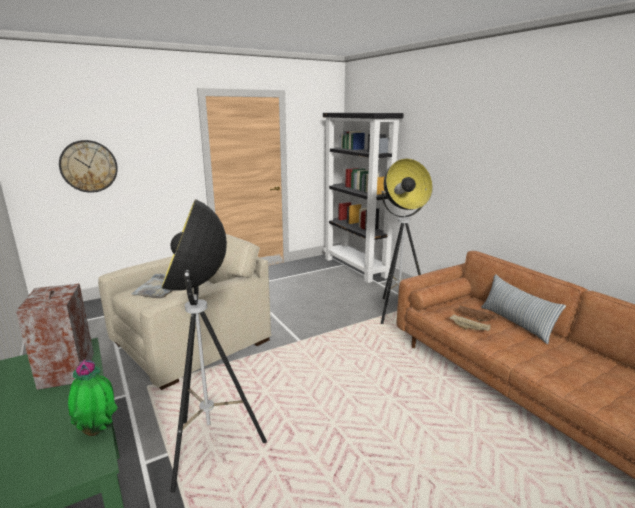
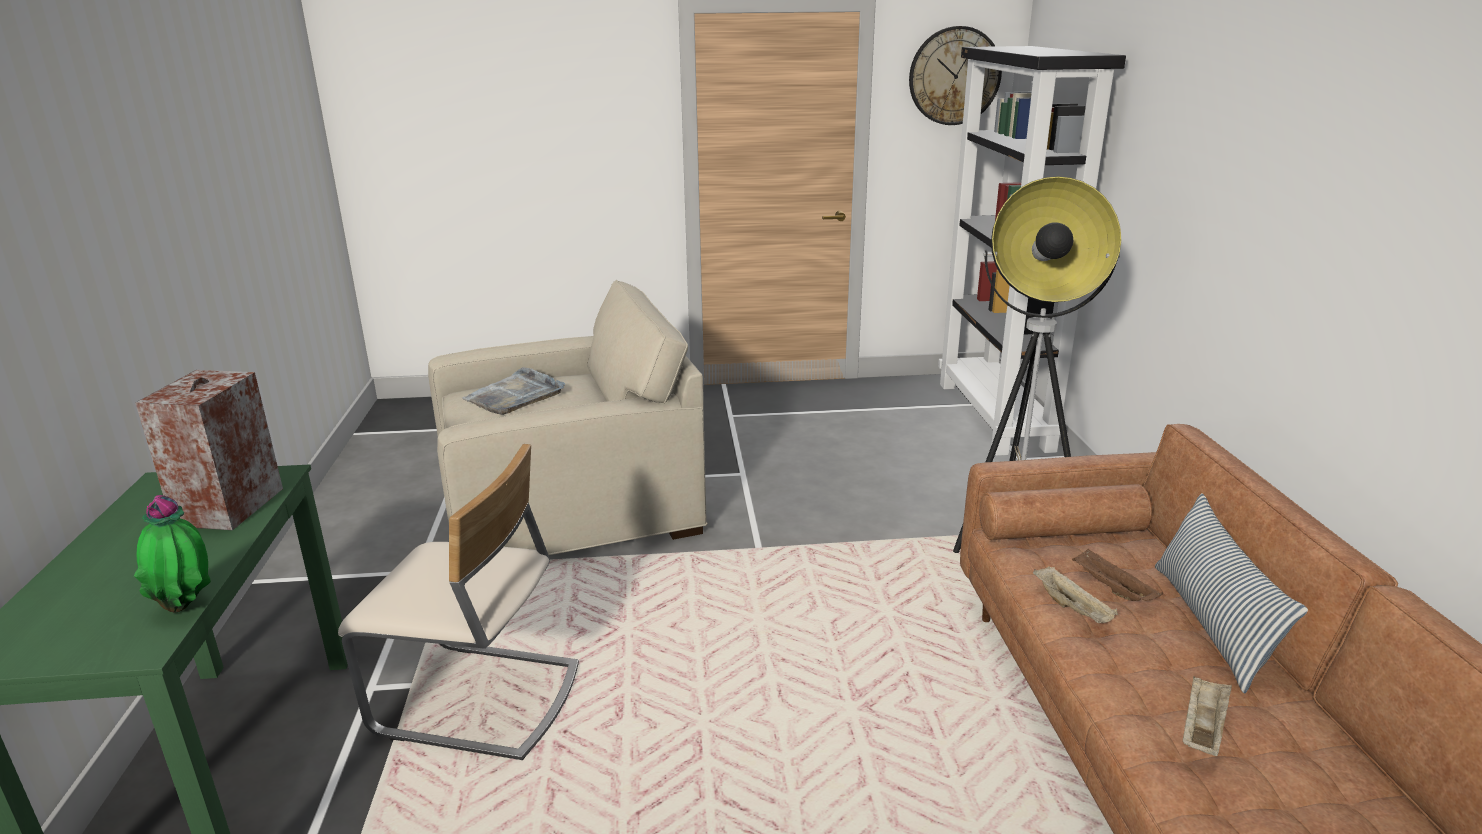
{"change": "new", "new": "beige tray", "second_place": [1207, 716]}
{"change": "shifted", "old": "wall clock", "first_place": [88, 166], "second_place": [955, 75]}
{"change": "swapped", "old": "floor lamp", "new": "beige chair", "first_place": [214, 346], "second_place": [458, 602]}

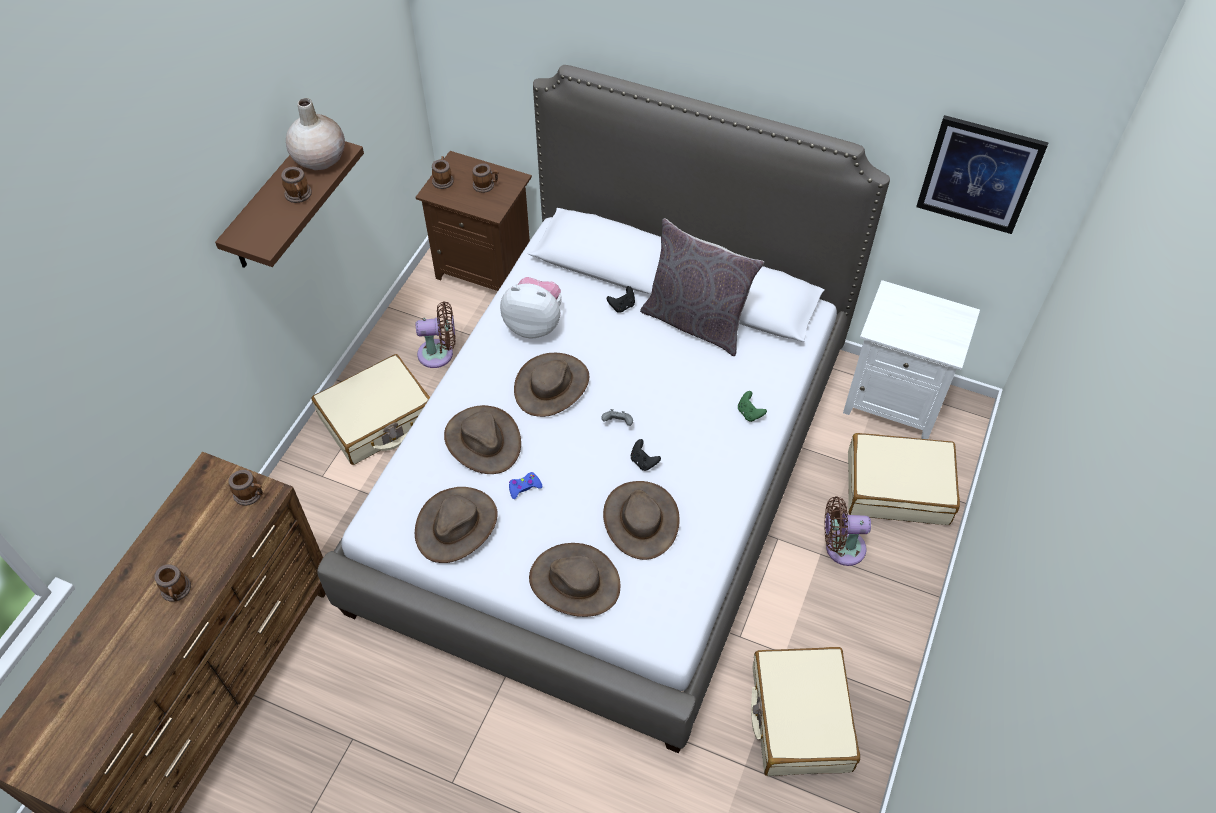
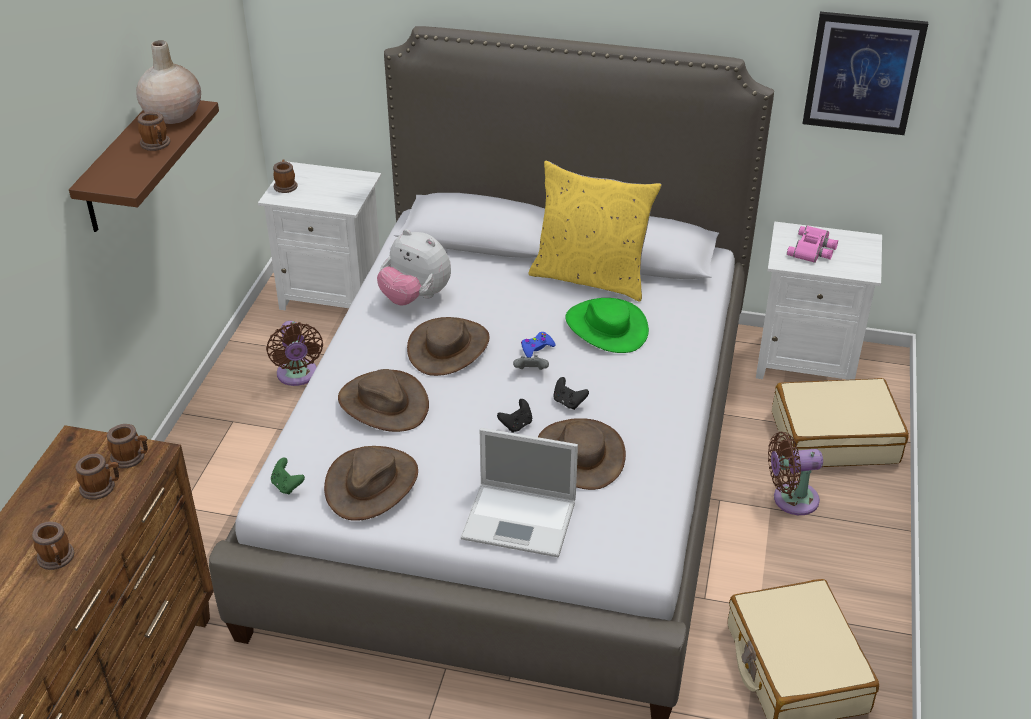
{"change": "gone", "old": "beige suitcase", "first_place": [370, 409]}
{"change": "new", "new": "green hat", "second_place": [607, 325]}
{"change": "new", "new": "pink binoculars", "second_place": [812, 244]}
{"change": "shifted", "old": "mug", "first_place": [485, 178], "second_place": [97, 477]}
{"change": "shifted", "old": "blue game controller", "first_place": [525, 485], "second_place": [538, 345]}
{"change": "shifted", "old": "black game controller", "first_place": [621, 299], "second_place": [514, 416]}
{"change": "shifted", "old": "green game controller", "first_place": [752, 406], "second_place": [288, 476]}
{"change": "swapped", "old": "brown hat", "new": "laptop", "first_place": [574, 580], "second_place": [519, 492]}
{"change": "repainted", "old": "brown nightstand", "new": "white nightstand", "first_place": [474, 221], "second_place": [319, 236]}
{"change": "repainted", "old": "grey pillow", "new": "yellow pillow", "first_place": [702, 287], "second_place": [595, 231]}
{"change": "rotated", "old": "brown fan", "first_place": [435, 334], "second_place": [294, 353], "degrees": 90}
{"change": "rotated", "old": "plush toy", "first_place": [531, 307], "second_place": [414, 267], "degrees": -150}

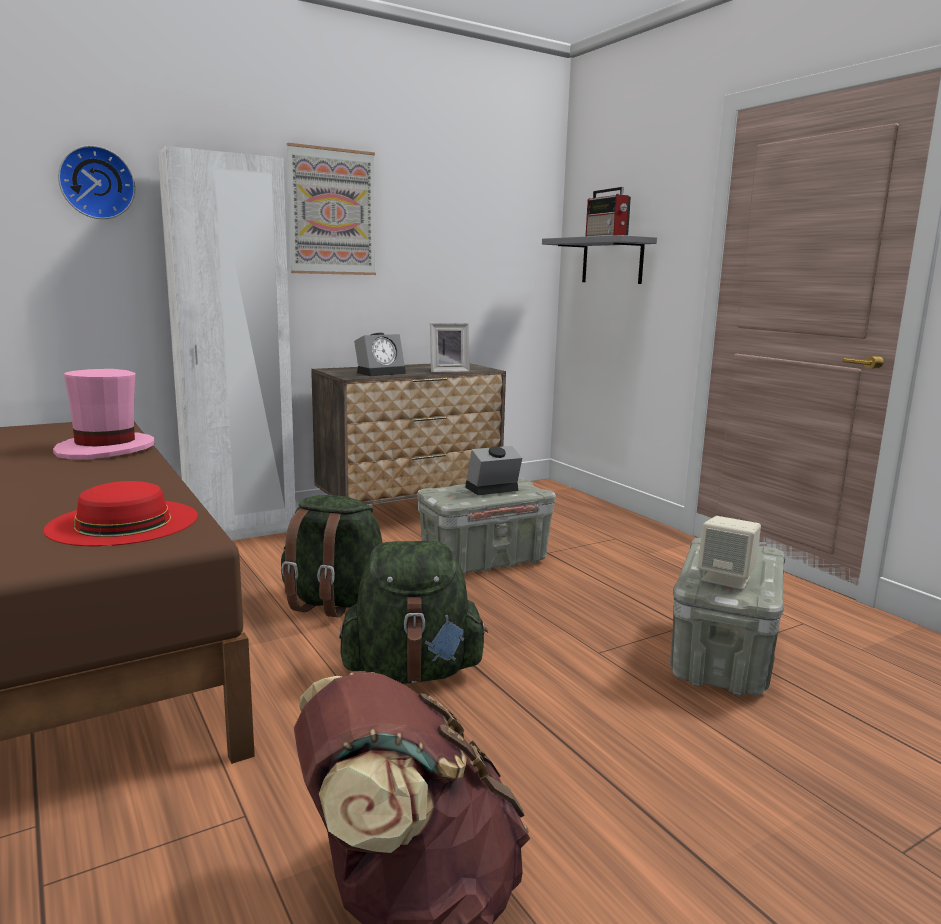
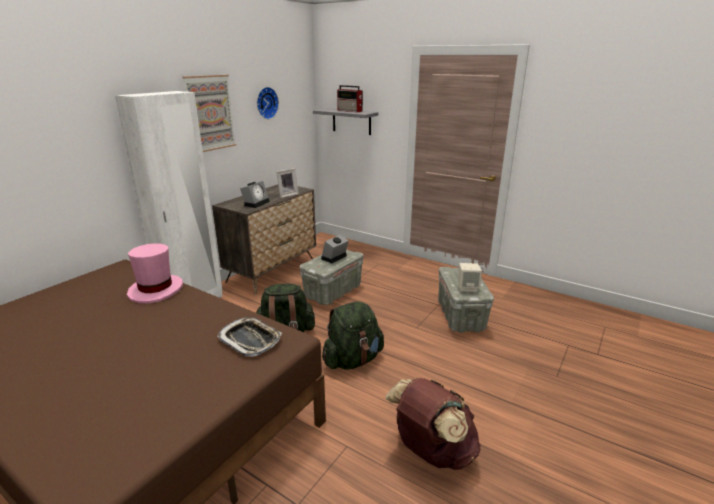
{"change": "shifted", "old": "wall clock", "first_place": [96, 182], "second_place": [268, 103]}
{"change": "swapped", "old": "red hat", "new": "tray", "first_place": [121, 513], "second_place": [249, 337]}

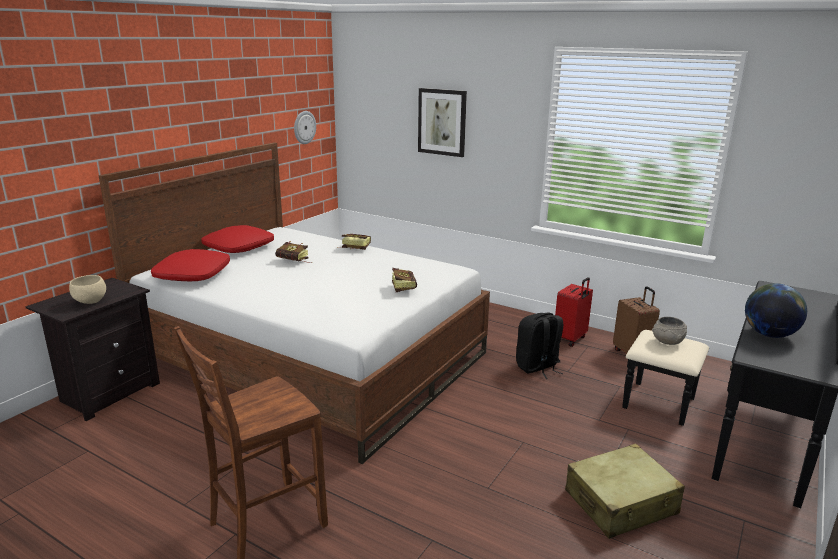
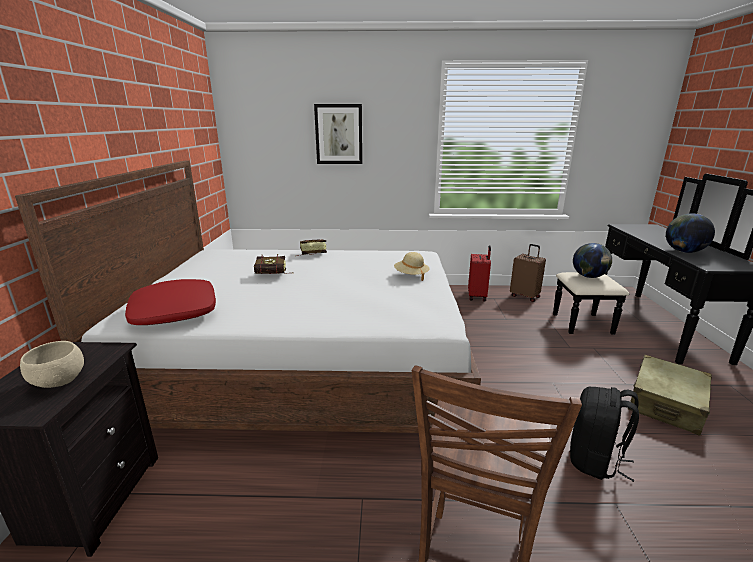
{"change": "gone", "old": "red pillow", "first_place": [237, 239]}
{"change": "gone", "old": "wall clock", "first_place": [305, 127]}
{"change": "shifted", "old": "black backpack", "first_place": [539, 346], "second_place": [604, 434]}
{"change": "swapped", "old": "book", "new": "beige hat", "first_place": [404, 280], "second_place": [412, 266]}
{"change": "swapped", "old": "grey bowl", "new": "globe", "first_place": [669, 331], "second_place": [592, 260]}

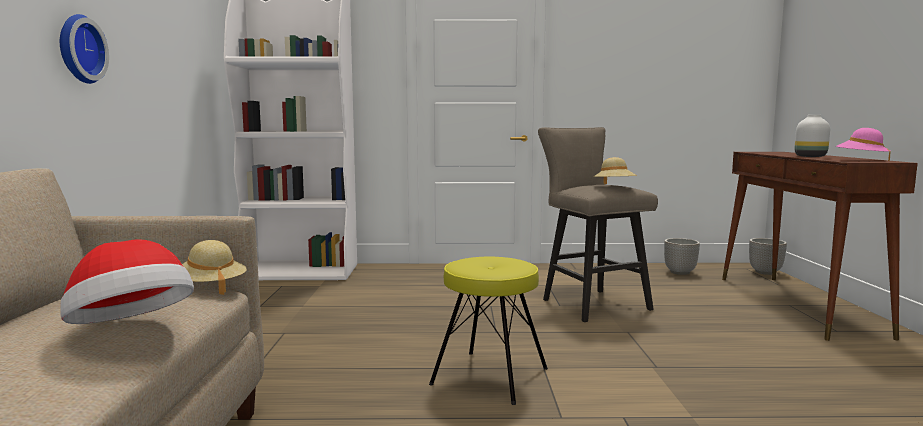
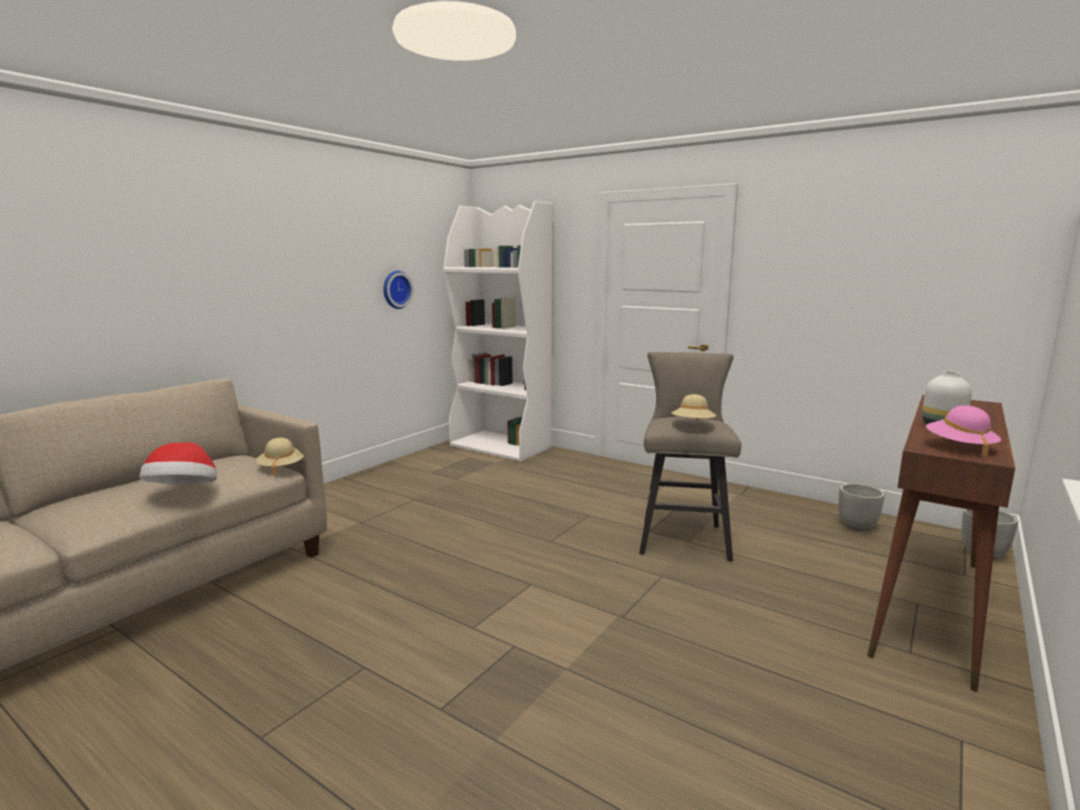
{"change": "gone", "old": "yellow stool", "first_place": [488, 331]}
{"change": "shifted", "old": "wall clock", "first_place": [84, 49], "second_place": [398, 290]}

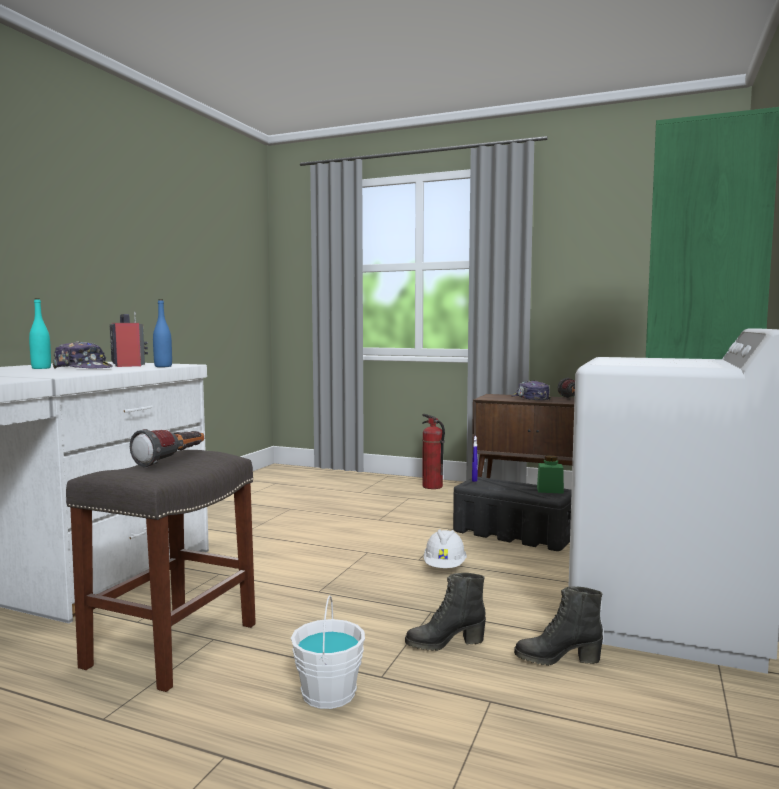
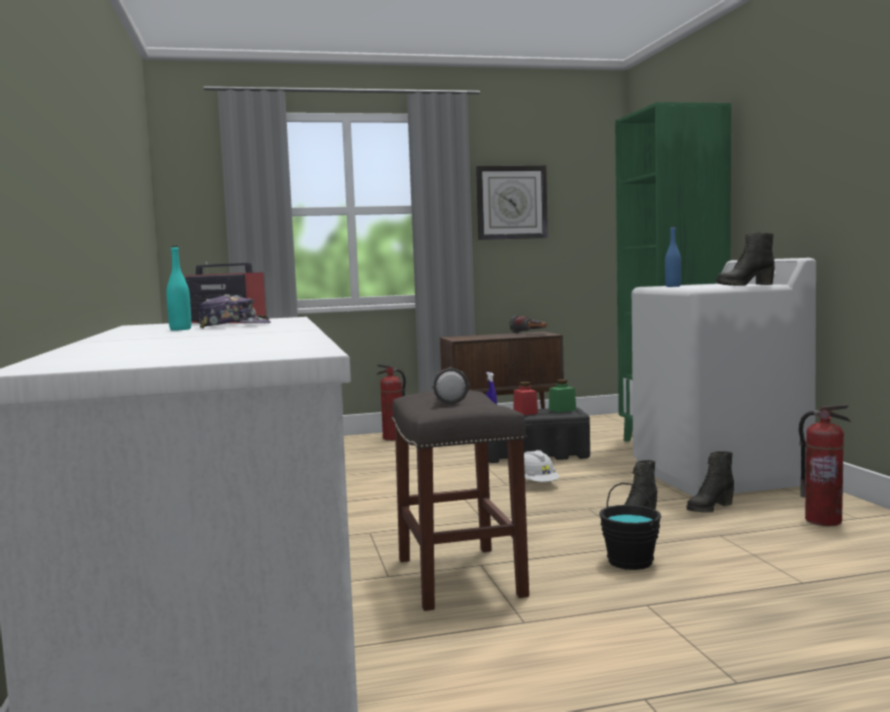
{"change": "gone", "old": "cap", "first_place": [531, 390]}
{"change": "new", "new": "wall clock", "second_place": [512, 203]}
{"change": "new", "new": "red jar", "second_place": [525, 398]}
{"change": "new", "new": "black boot", "second_place": [745, 259]}
{"change": "new", "new": "fire extinguisher", "second_place": [825, 465]}
{"change": "shifted", "old": "blue bottle", "first_place": [162, 333], "second_place": [673, 256]}
{"change": "repainted", "old": "white bucket", "new": "black bucket", "first_place": [328, 652], "second_place": [630, 526]}

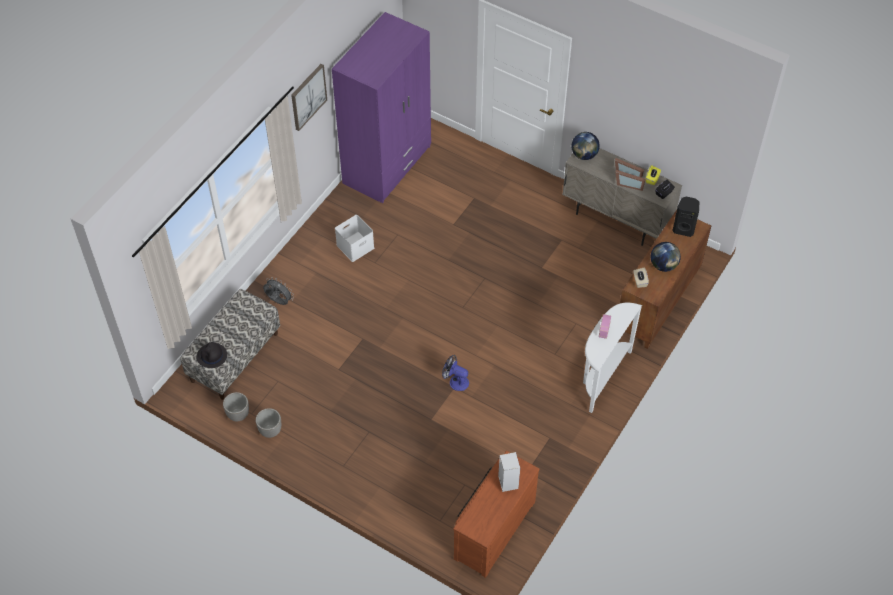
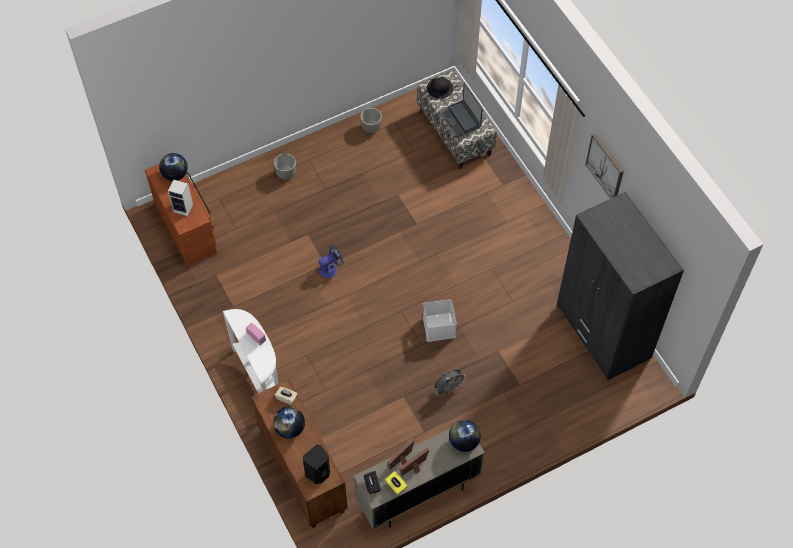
{"change": "new", "new": "globe", "second_place": [173, 167]}
{"change": "new", "new": "laptop", "second_place": [461, 110]}
{"change": "shifted", "old": "planter", "first_place": [236, 406], "second_place": [285, 166]}
{"change": "shifted", "old": "grey fan", "first_place": [278, 291], "second_place": [450, 383]}
{"change": "shifted", "old": "white storage box", "first_place": [354, 238], "second_place": [440, 320]}
{"change": "repainted", "old": "purple wardrobe", "new": "grey wardrobe", "first_place": [381, 107], "second_place": [620, 286]}

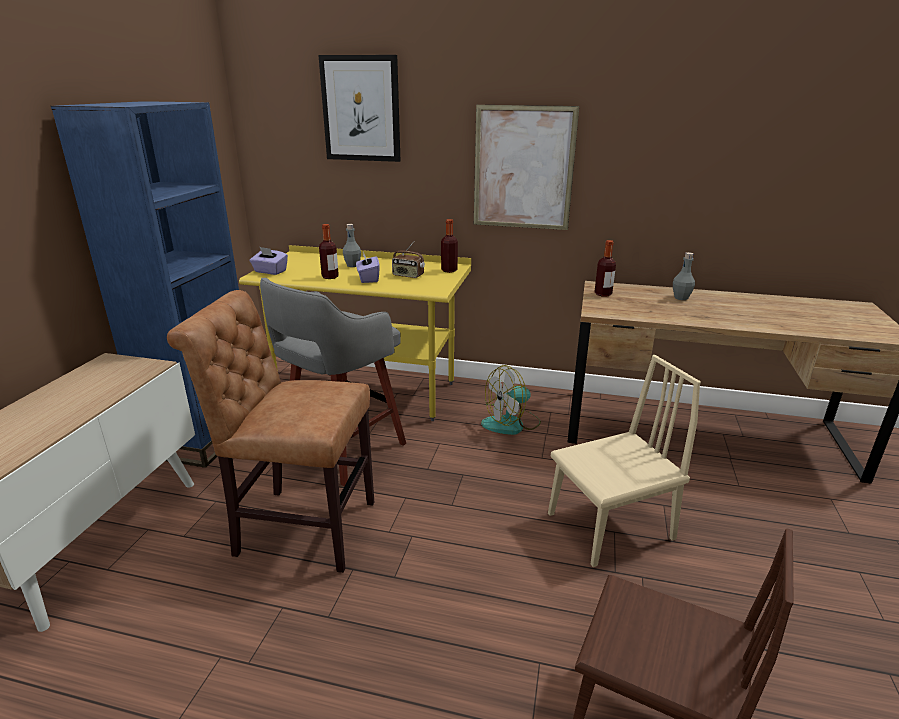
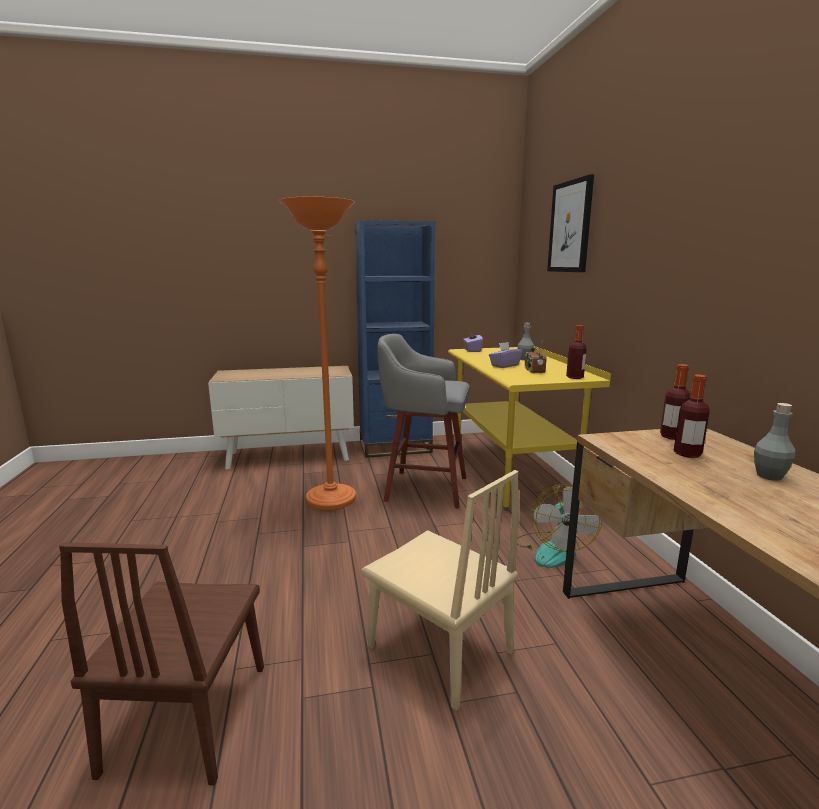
{"change": "gone", "old": "picture", "first_place": [526, 167]}
{"change": "shifted", "old": "bottle", "first_place": [329, 251], "second_place": [691, 416]}
{"change": "swapped", "old": "brown chair", "new": "orange floor lamp", "first_place": [270, 431], "second_place": [317, 354]}
{"change": "rotated", "old": "fan", "first_place": [511, 400], "second_place": [559, 526], "degrees": -120}

